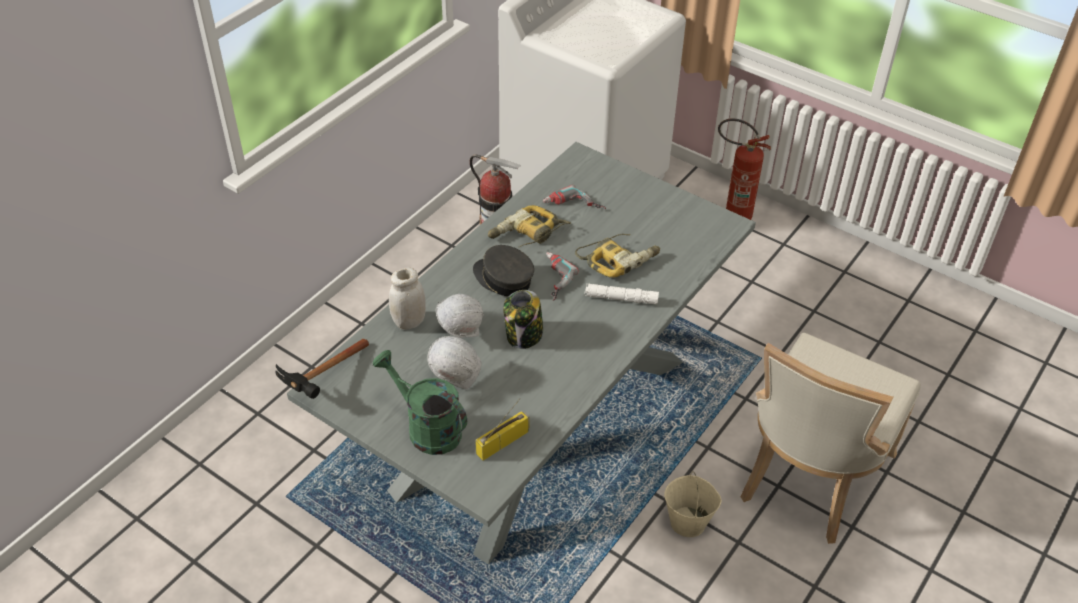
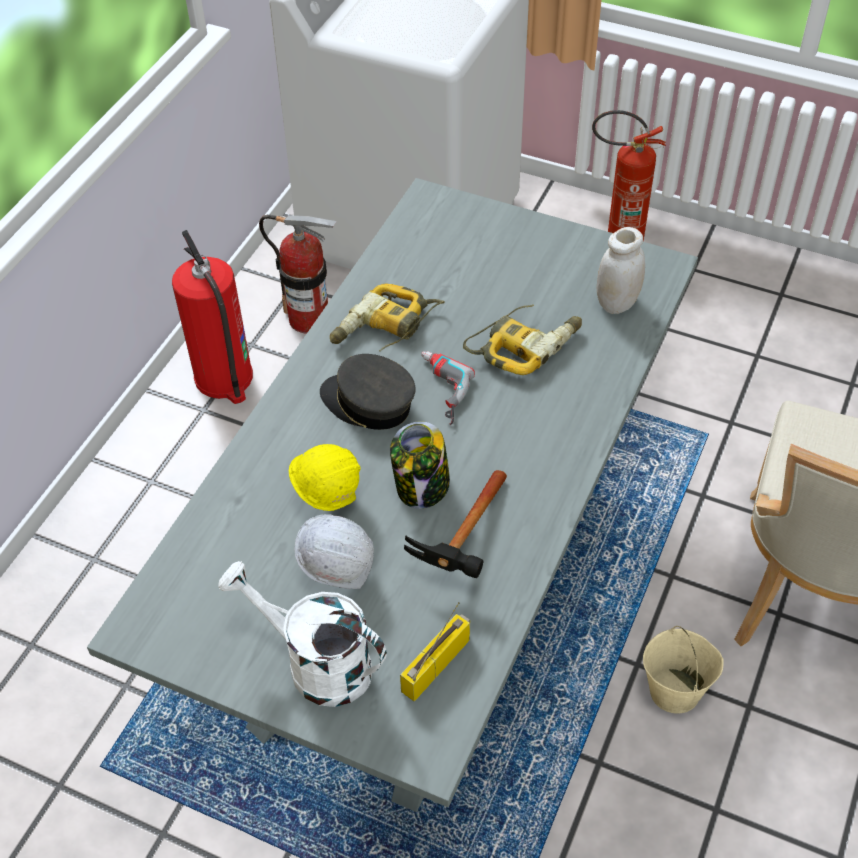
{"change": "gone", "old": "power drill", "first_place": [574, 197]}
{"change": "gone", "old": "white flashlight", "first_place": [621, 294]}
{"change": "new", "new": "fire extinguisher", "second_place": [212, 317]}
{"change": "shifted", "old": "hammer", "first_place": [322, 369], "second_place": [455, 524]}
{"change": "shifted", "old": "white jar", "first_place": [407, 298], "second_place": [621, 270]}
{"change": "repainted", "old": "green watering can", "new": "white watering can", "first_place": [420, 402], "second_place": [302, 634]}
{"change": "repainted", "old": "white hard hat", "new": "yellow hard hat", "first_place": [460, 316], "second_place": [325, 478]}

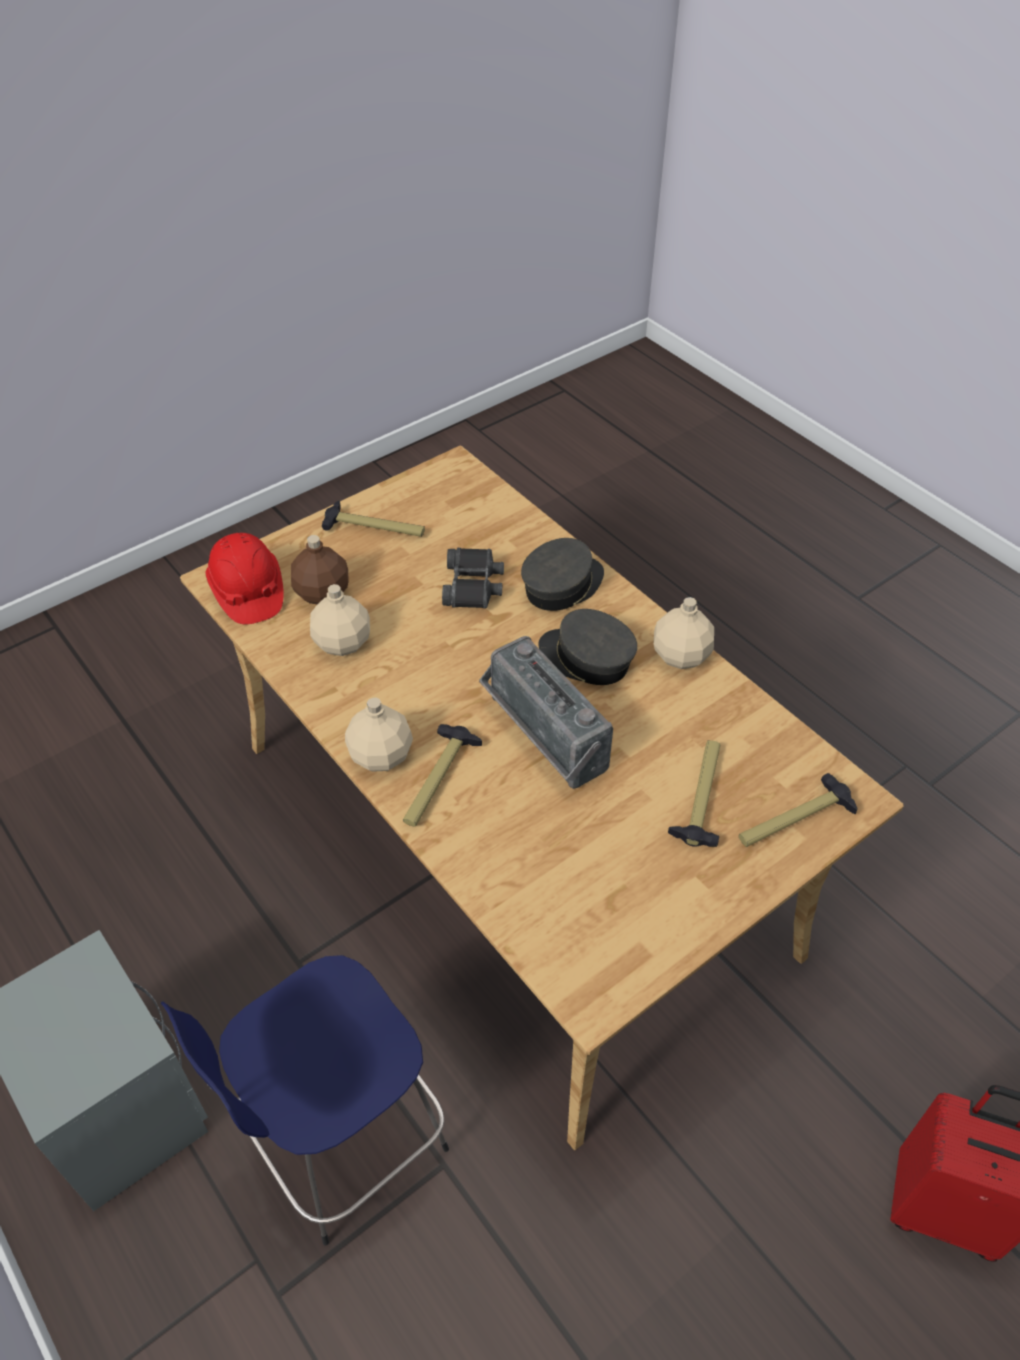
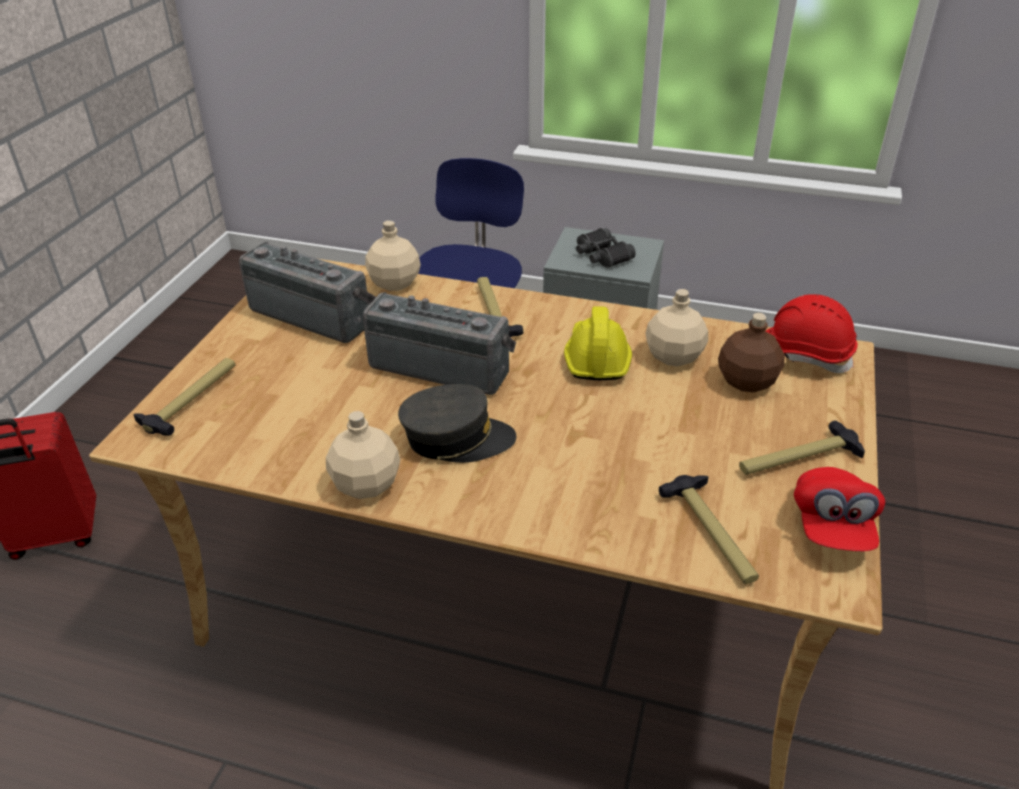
{"change": "gone", "old": "grey cap", "first_place": [562, 574]}
{"change": "new", "new": "radio", "second_place": [307, 292]}
{"change": "new", "new": "yellow hard hat", "second_place": [598, 343]}
{"change": "new", "new": "red cap", "second_place": [839, 509]}
{"change": "shifted", "old": "beige bottle", "first_place": [379, 734], "second_place": [393, 255]}
{"change": "shifted", "old": "black binoculars", "first_place": [473, 578], "second_place": [606, 248]}
{"change": "shifted", "old": "hammer", "first_place": [694, 793], "second_place": [709, 529]}

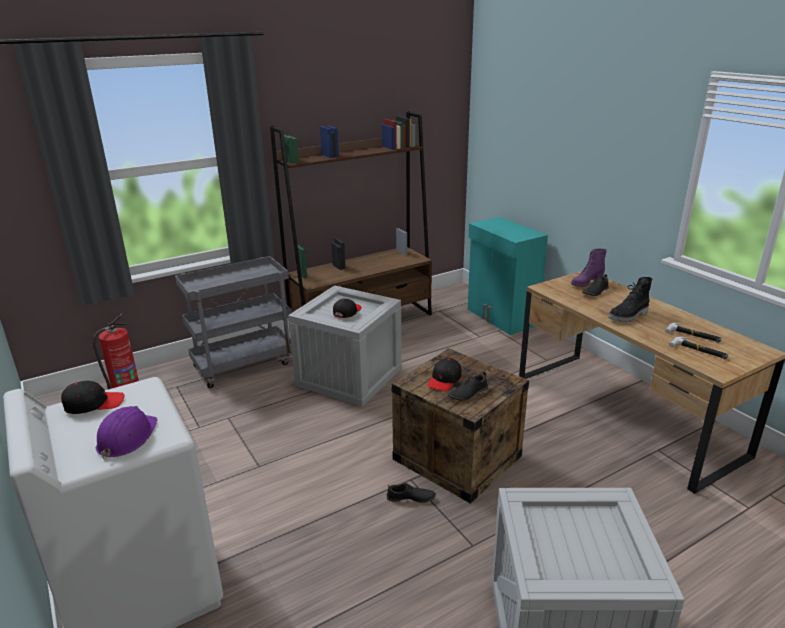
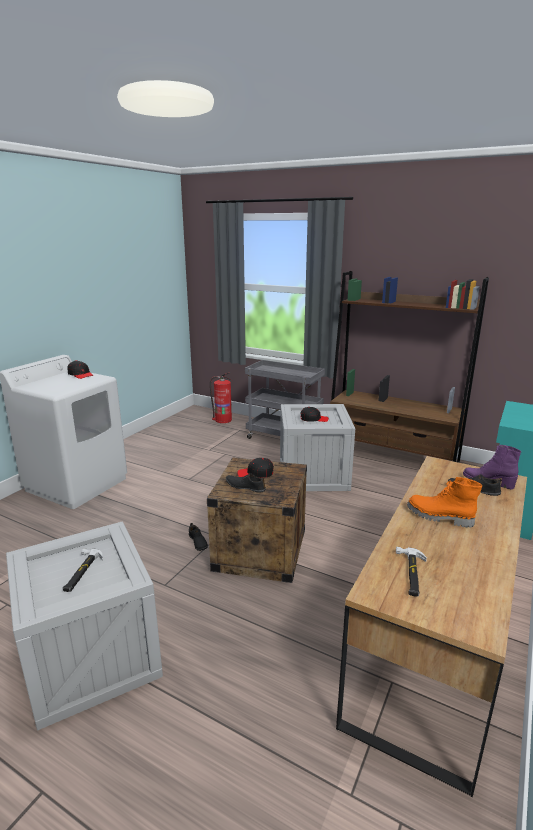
{"change": "gone", "old": "purple hard hat", "first_place": [127, 432]}
{"change": "shifted", "old": "hammer", "first_place": [693, 333], "second_place": [83, 570]}
{"change": "repainted", "old": "black boot", "new": "orange boot", "first_place": [630, 299], "second_place": [444, 502]}

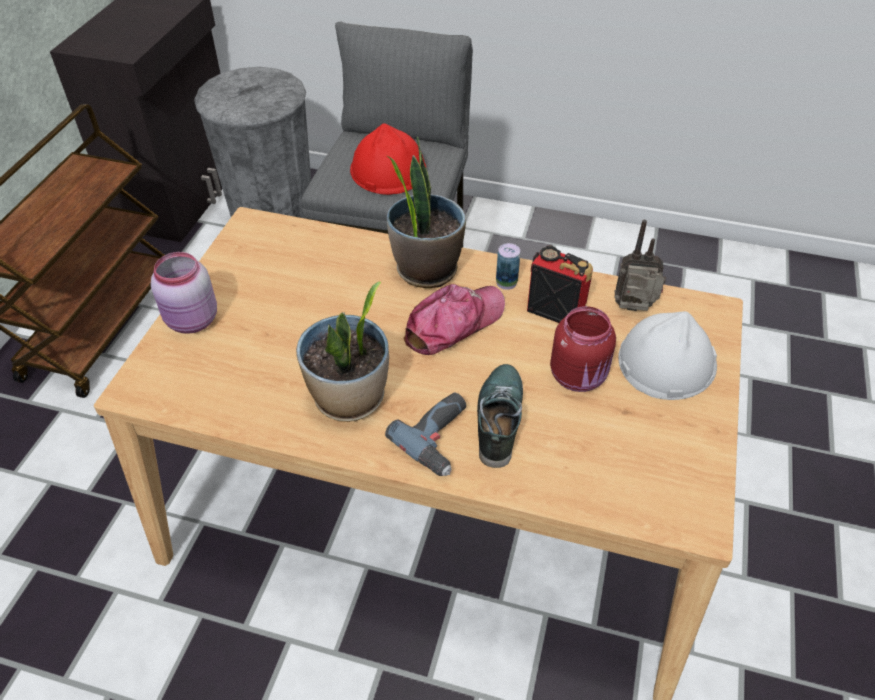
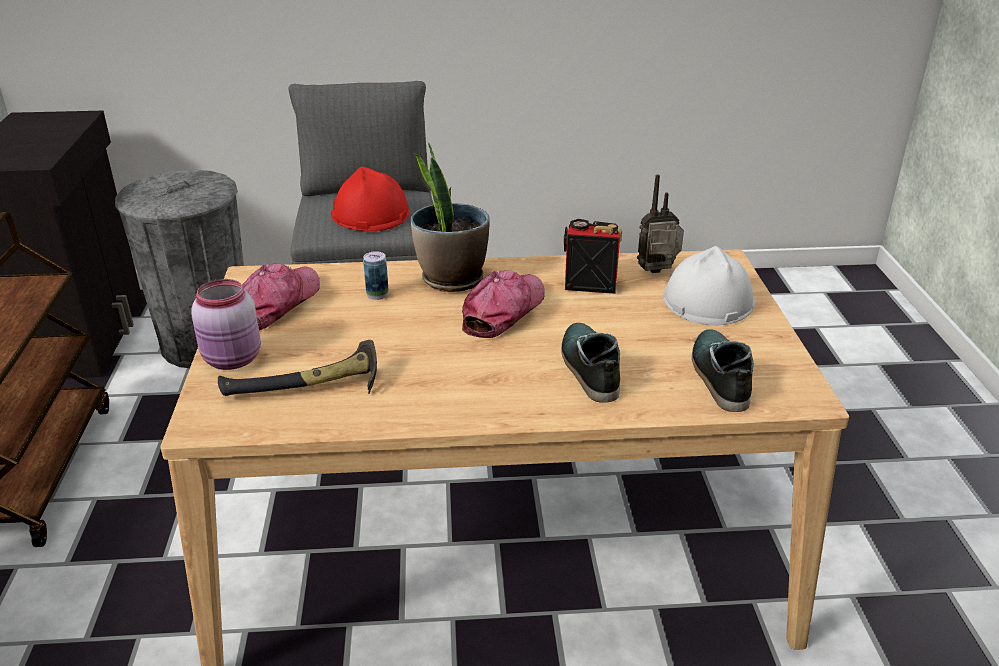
{"change": "gone", "old": "potted plant", "first_place": [342, 352]}
{"change": "gone", "old": "power drill", "first_place": [425, 434]}
{"change": "gone", "old": "red jar", "first_place": [583, 349]}
{"change": "new", "new": "hammer", "second_place": [297, 368]}
{"change": "new", "new": "cap", "second_place": [281, 296]}
{"change": "new", "new": "shoe", "second_place": [723, 370]}
{"change": "shifted", "old": "can", "first_place": [508, 266], "second_place": [376, 275]}

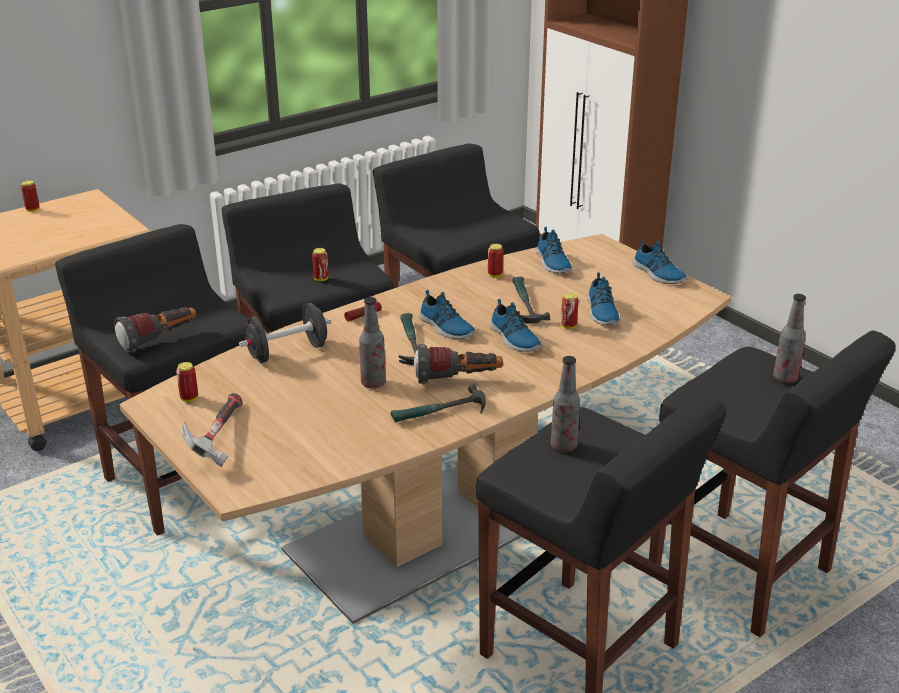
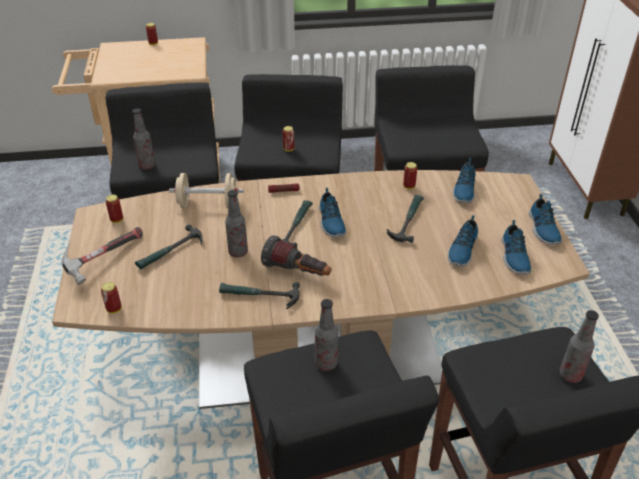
{"change": "new", "new": "hammer", "second_place": [168, 246]}
{"change": "shifted", "old": "shoe", "first_place": [516, 325], "second_place": [516, 247]}
{"change": "shifted", "old": "can", "first_place": [570, 311], "second_place": [111, 298]}
{"change": "swapped", "old": "flashlight", "new": "bottle", "first_place": [155, 330], "second_place": [144, 138]}
{"change": "repainted", "old": "black dumbbell", "new": "beige dumbbell", "first_place": [285, 333], "second_place": [206, 190]}

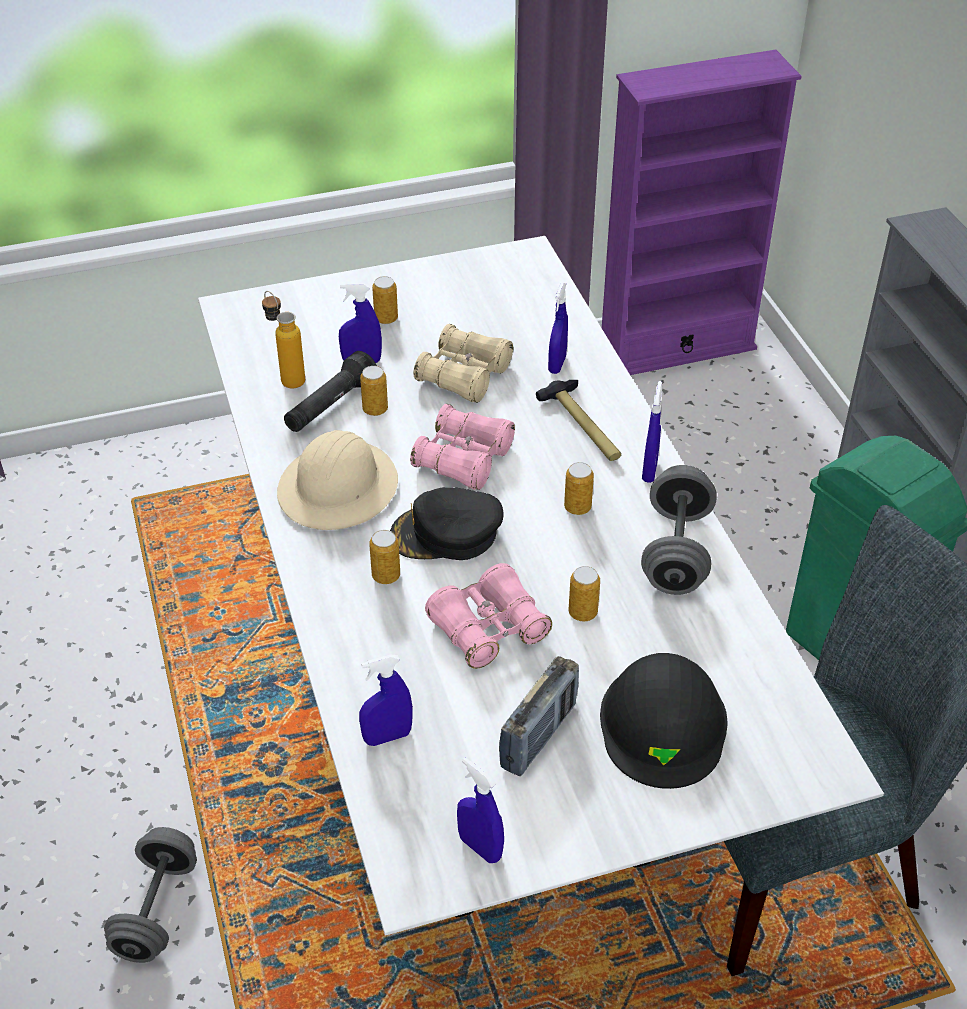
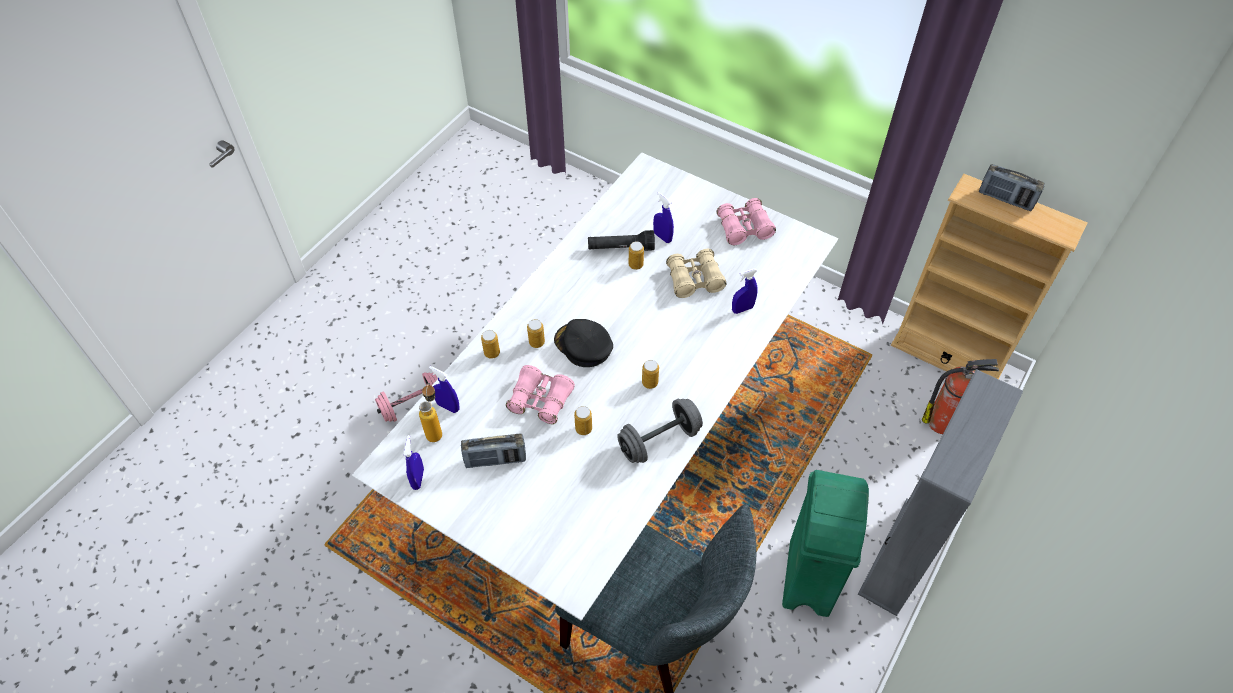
{"change": "gone", "old": "beige hard hat", "first_place": [337, 480]}
{"change": "gone", "old": "hammer", "first_place": [578, 420]}
{"change": "gone", "old": "black hard hat", "first_place": [664, 721]}
{"change": "gone", "old": "blue spray bottle", "first_place": [652, 432]}
{"change": "new", "new": "fire extinguisher", "second_place": [960, 396]}
{"change": "new", "new": "radio", "second_place": [1012, 187]}
{"change": "shifted", "old": "bottle", "first_place": [283, 340], "second_place": [430, 412]}
{"change": "shifted", "old": "can", "first_place": [385, 300], "second_place": [490, 344]}
{"change": "shifted", "old": "pink binoculars", "first_place": [462, 447], "second_place": [746, 221]}
{"change": "repainted", "old": "grey dumbbell", "new": "pink dumbbell", "first_place": [150, 895], "second_place": [406, 397]}
{"change": "repainted", "old": "purple bookcase", "new": "beige bookcase", "first_place": [702, 212], "second_place": [989, 276]}

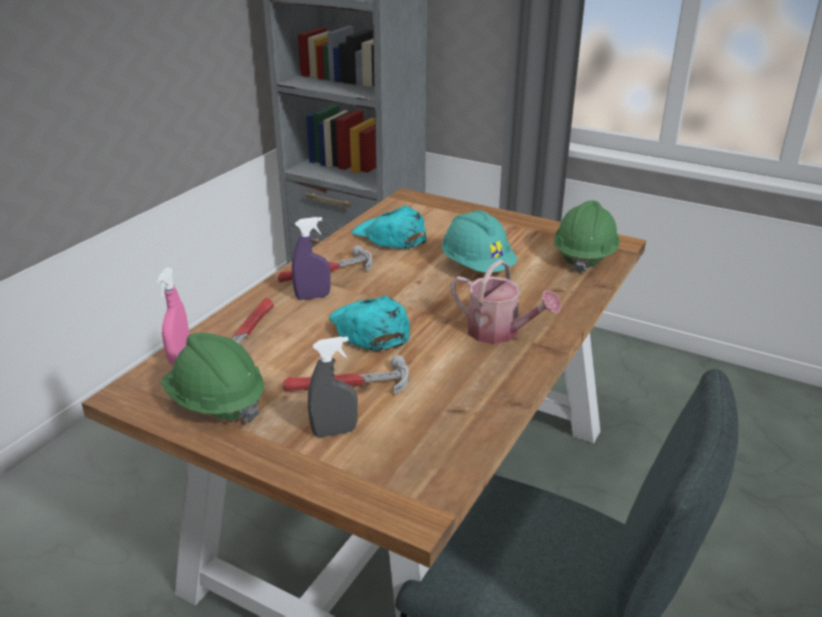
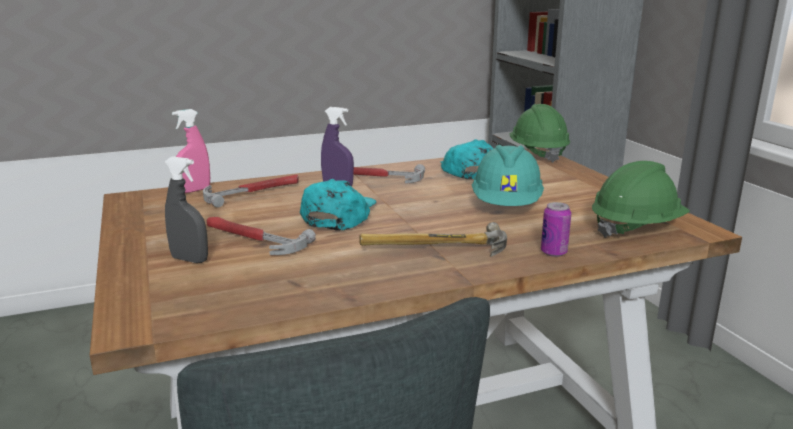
{"change": "new", "new": "can", "second_place": [556, 229]}
{"change": "shifted", "old": "green hard hat", "first_place": [212, 377], "second_place": [539, 133]}
{"change": "swapped", "old": "watering can", "new": "hammer", "first_place": [505, 302], "second_place": [433, 239]}

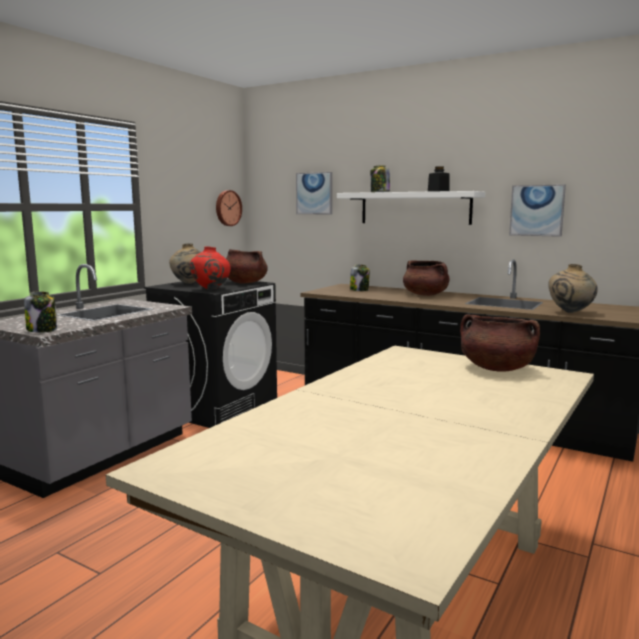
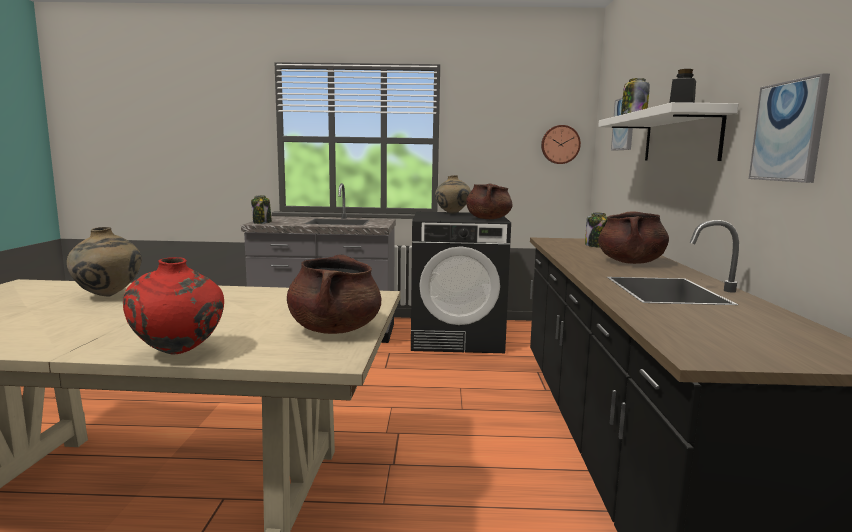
{"change": "shifted", "old": "red vase", "first_place": [210, 268], "second_place": [173, 305]}
{"change": "shifted", "old": "beige vase", "first_place": [573, 288], "second_place": [104, 262]}

